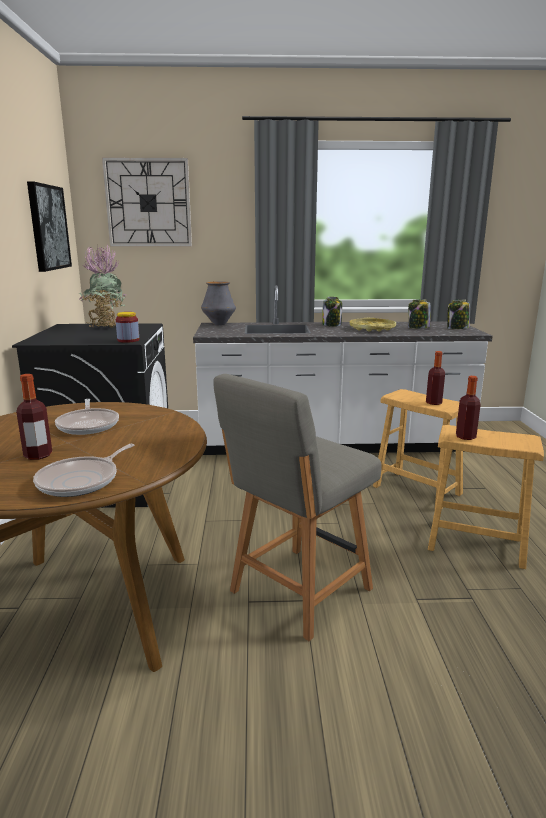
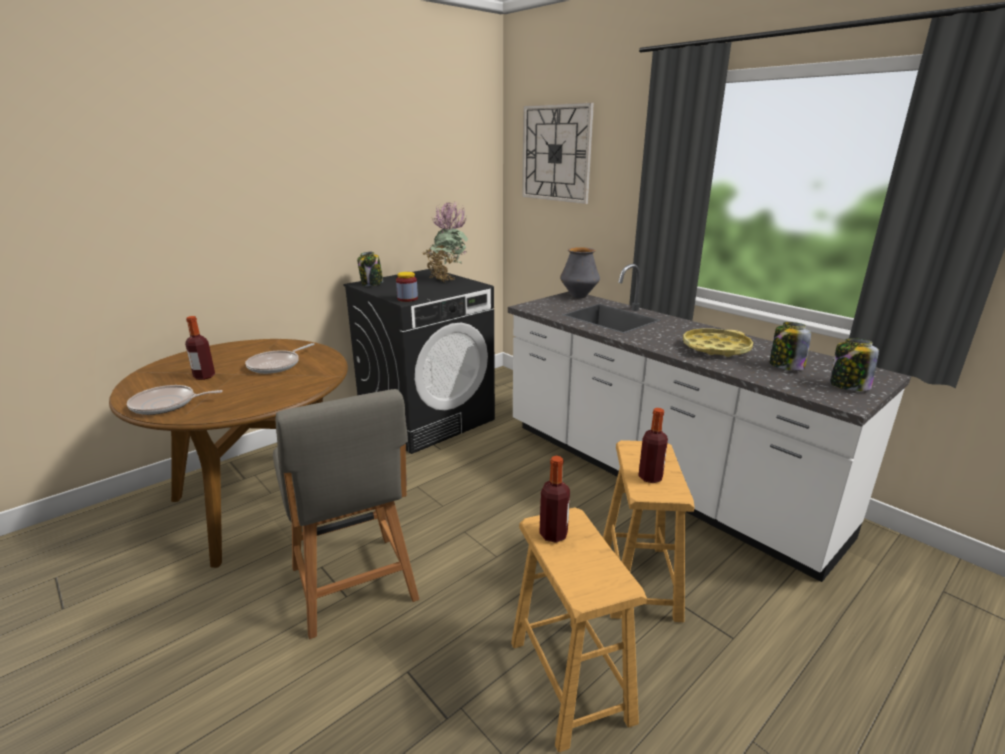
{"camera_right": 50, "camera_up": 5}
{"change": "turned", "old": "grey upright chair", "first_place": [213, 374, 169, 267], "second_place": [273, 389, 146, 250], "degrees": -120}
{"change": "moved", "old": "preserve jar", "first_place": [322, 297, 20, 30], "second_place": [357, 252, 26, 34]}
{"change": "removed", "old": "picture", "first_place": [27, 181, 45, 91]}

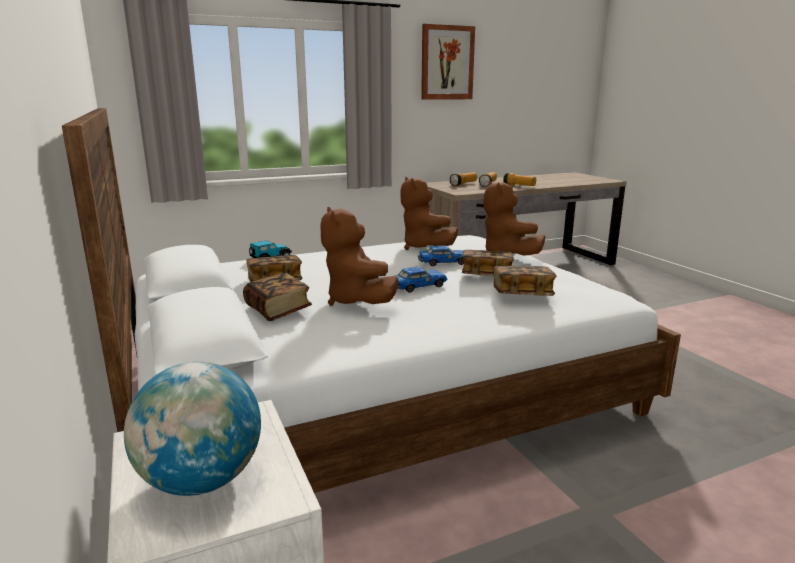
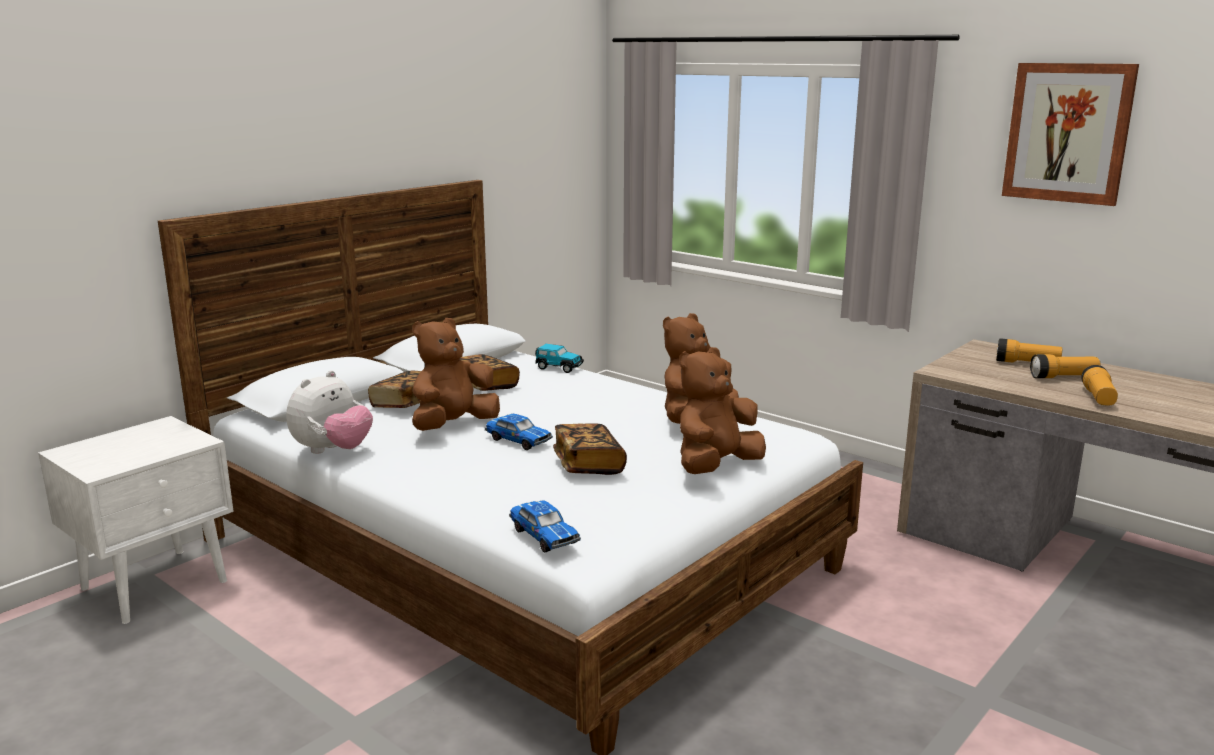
{"camera_right": 65, "camera_up": 0}
{"change": "added", "new": "soft toy", "second_place": [286, 370, 87, 84]}
{"change": "moved", "old": "miniature car", "first_place": [418, 245, 46, 21], "second_place": [509, 500, 72, 52]}
{"change": "removed", "old": "desk globe", "first_place": [124, 362, 137, 134]}
{"change": "removed", "old": "volume", "first_place": [494, 266, 62, 30]}

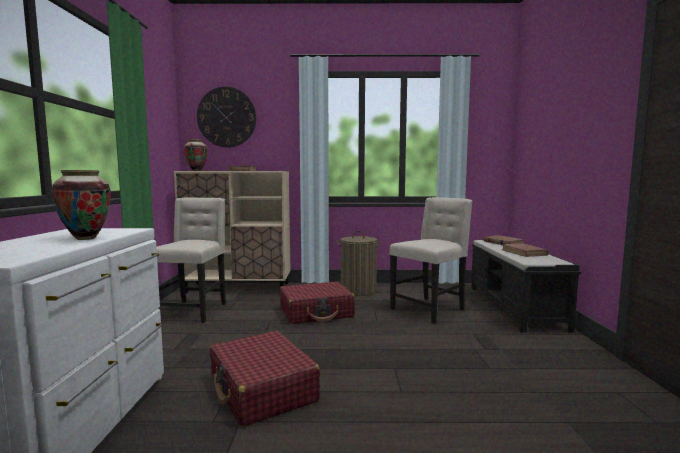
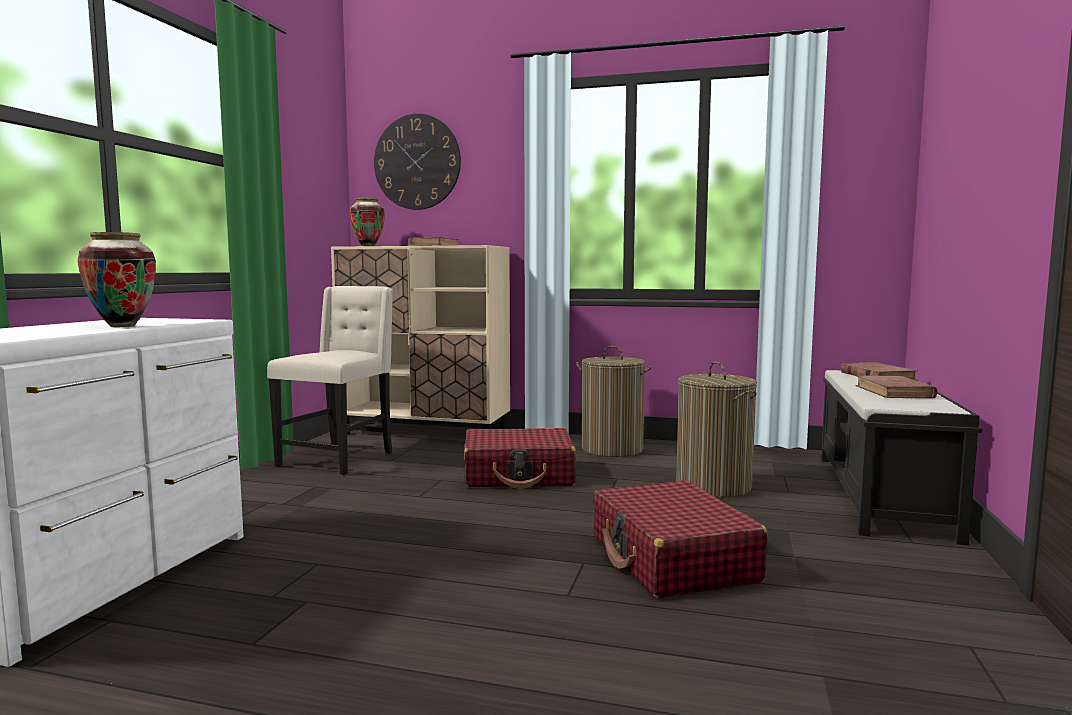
{"camera_right": 15, "camera_up": 0}
{"change": "moved", "old": "red-coloured piece of luggage", "first_place": [210, 330, 110, 97], "second_place": [593, 480, 175, 118]}
{"change": "replaced", "old": "beige-coloured upright chair", "new": "washing basket", "first_place": [389, 197, 83, 127], "second_place": [676, 361, 81, 137]}

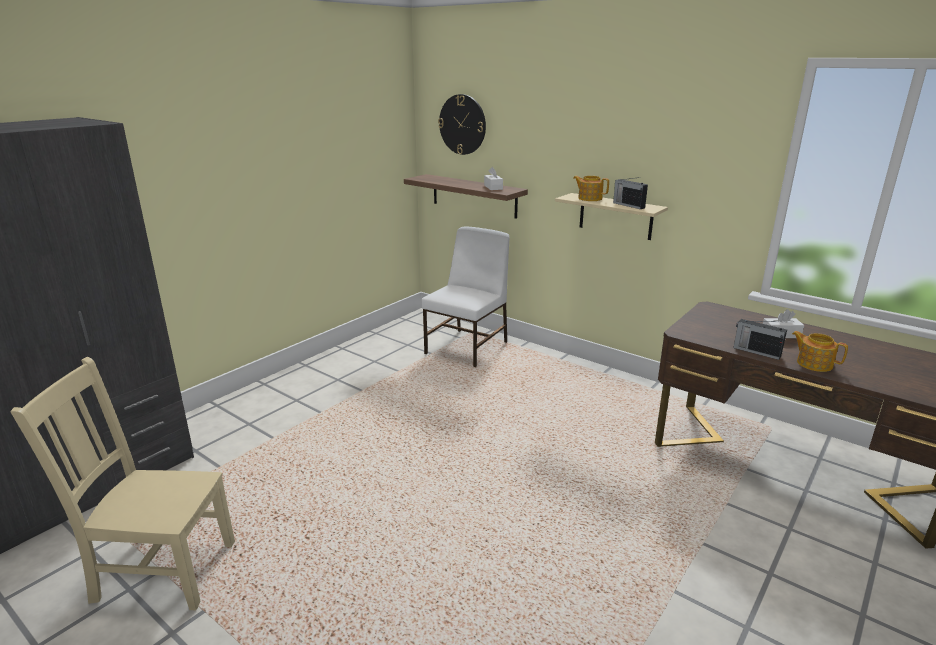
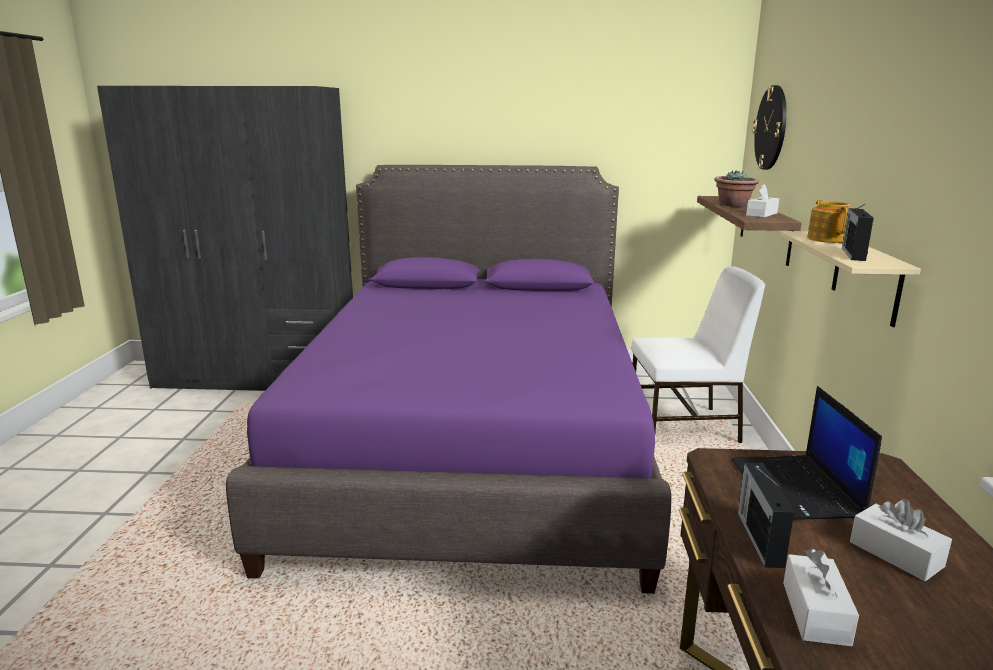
{"camera_right": 55, "camera_up": -5}
{"change": "added", "new": "purple sleeping bed", "second_place": [226, 165, 446, 429]}
{"change": "added", "new": "potted plant", "second_place": [714, 170, 45, 37]}
{"change": "added", "new": "laptop", "second_place": [731, 386, 151, 134]}
{"change": "replaced", "old": "pot for tea", "new": "whitish tissue box", "first_place": [792, 331, 56, 41], "second_place": [783, 549, 76, 97]}
{"change": "removed", "old": "beige-coloured upright chair", "first_place": [10, 357, 225, 254]}

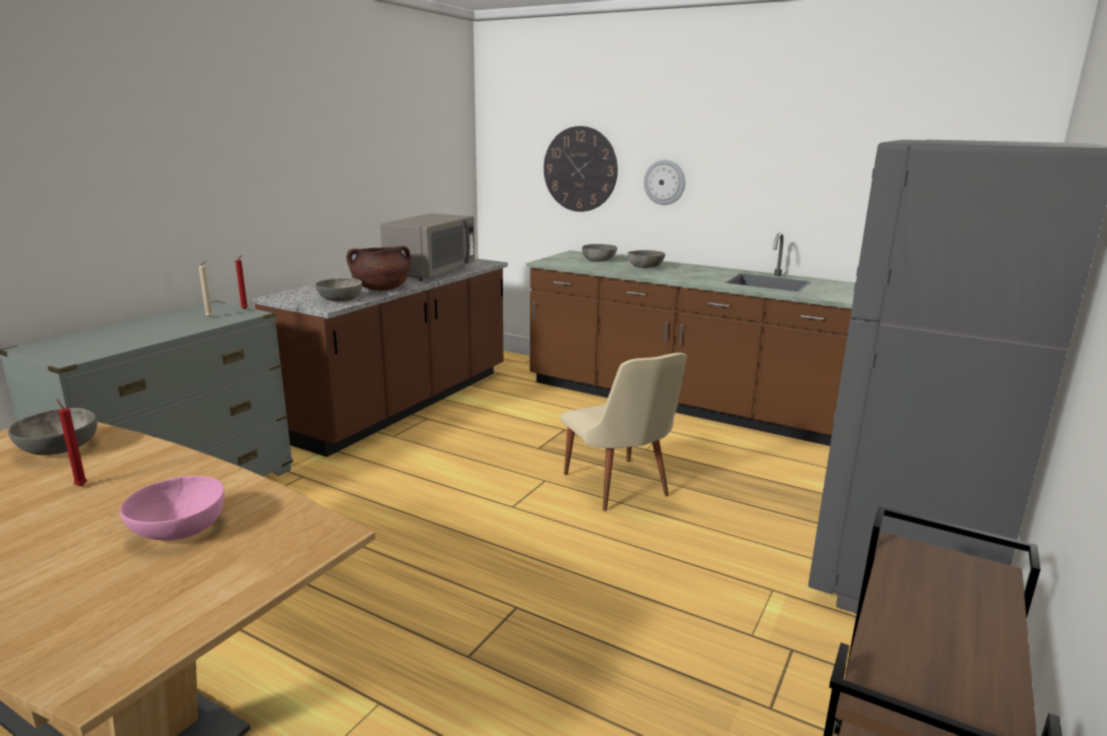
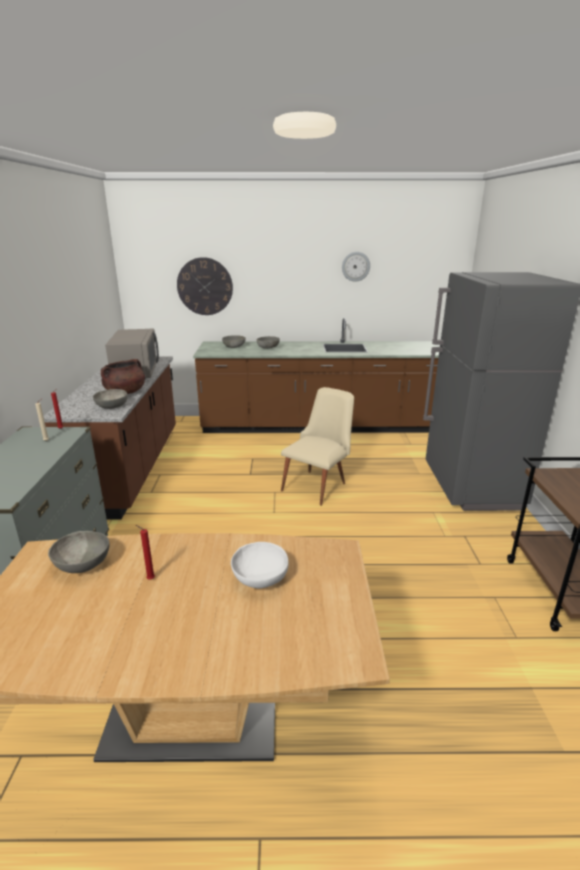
{"camera_right": -30, "camera_up": 5}
{"change": "recoloured", "old": "pink deep dish", "new": "whitish deep dish", "first_place": [120, 476, 105, 64], "second_place": [231, 542, 57, 46]}
{"change": "turned", "old": "beige-coloured upright chair", "first_place": [561, 353, 126, 158], "second_place": [281, 387, 73, 119], "degrees": -90}
{"change": "moved", "old": "clock on the wall", "first_place": [644, 160, 41, 45], "second_place": [342, 252, 28, 30]}

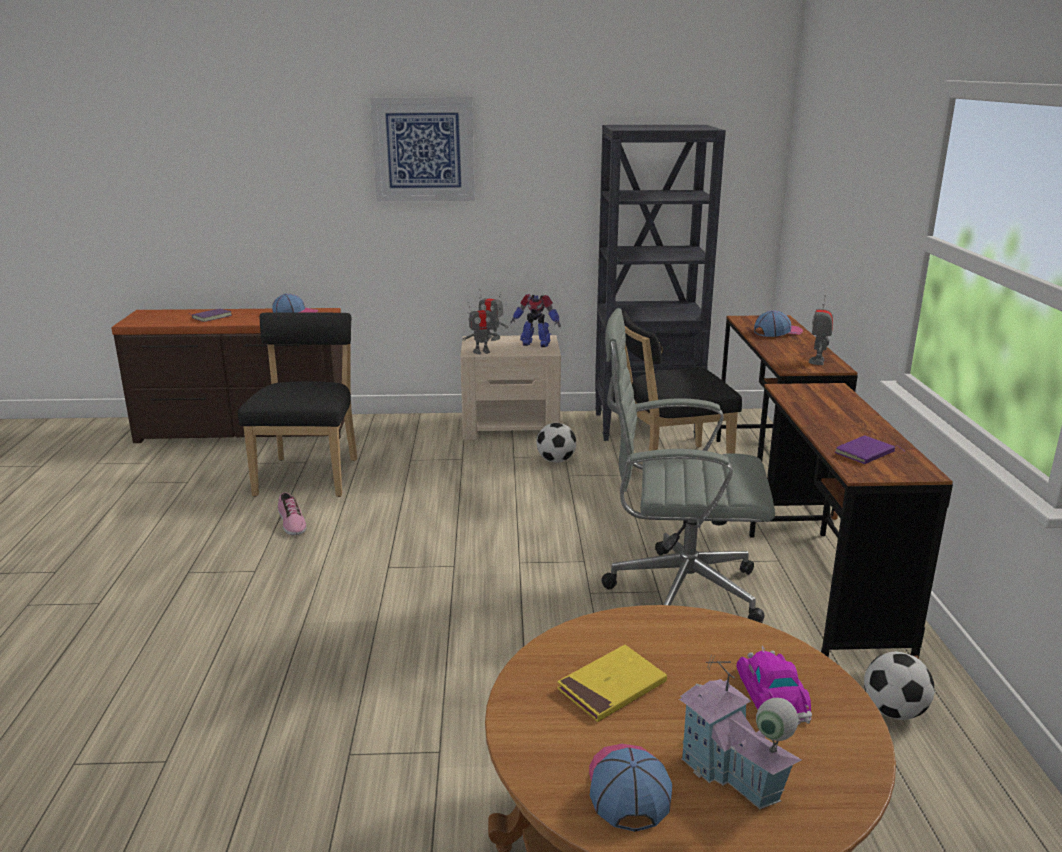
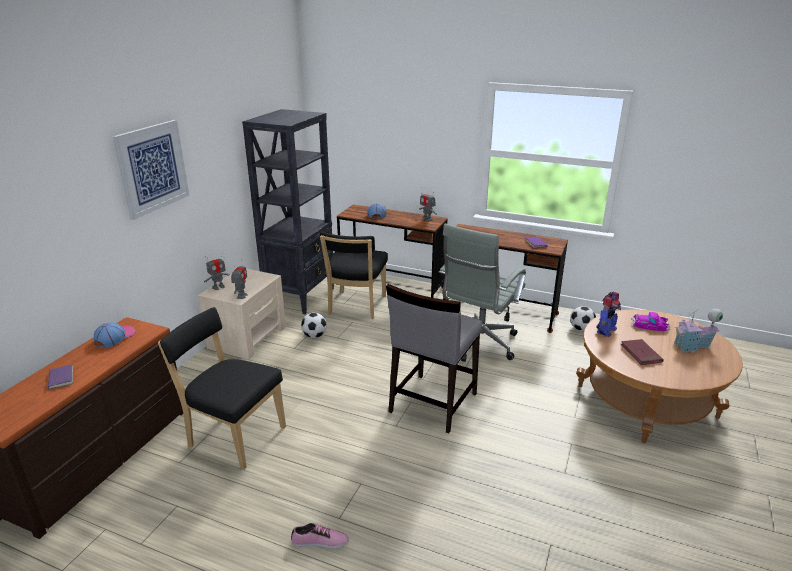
{"camera_right": -65, "camera_up": 5}
{"change": "moved", "old": "item of footwear", "first_place": [278, 492, 28, 43], "second_place": [291, 523, 58, 26]}
{"change": "added", "new": "grey upright chair", "second_place": [386, 284, 96, 149]}
{"change": "moved", "old": "toy robot", "first_place": [510, 294, 51, 53], "second_place": [596, 292, 25, 45]}
{"change": "recoloured", "old": "yellow-coloured volume", "new": "red-coloured volume", "first_place": [557, 645, 110, 77], "second_place": [621, 339, 43, 26]}
{"change": "removed", "old": "cap", "first_place": [589, 744, 83, 88]}

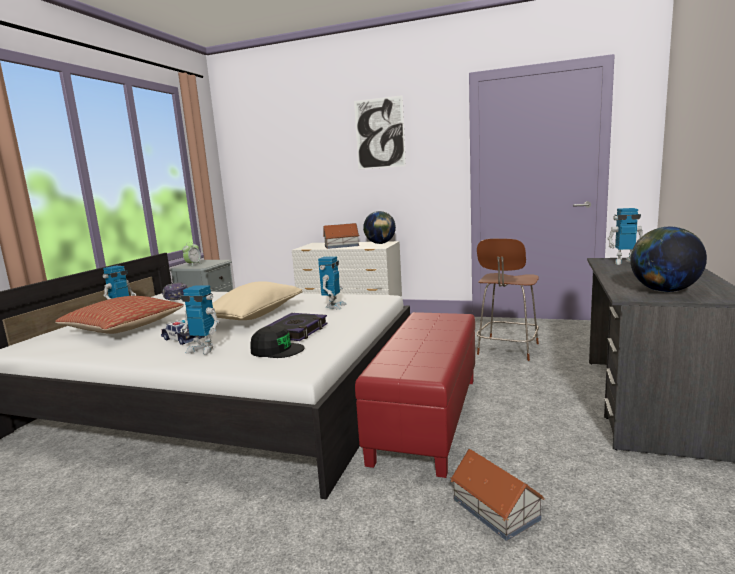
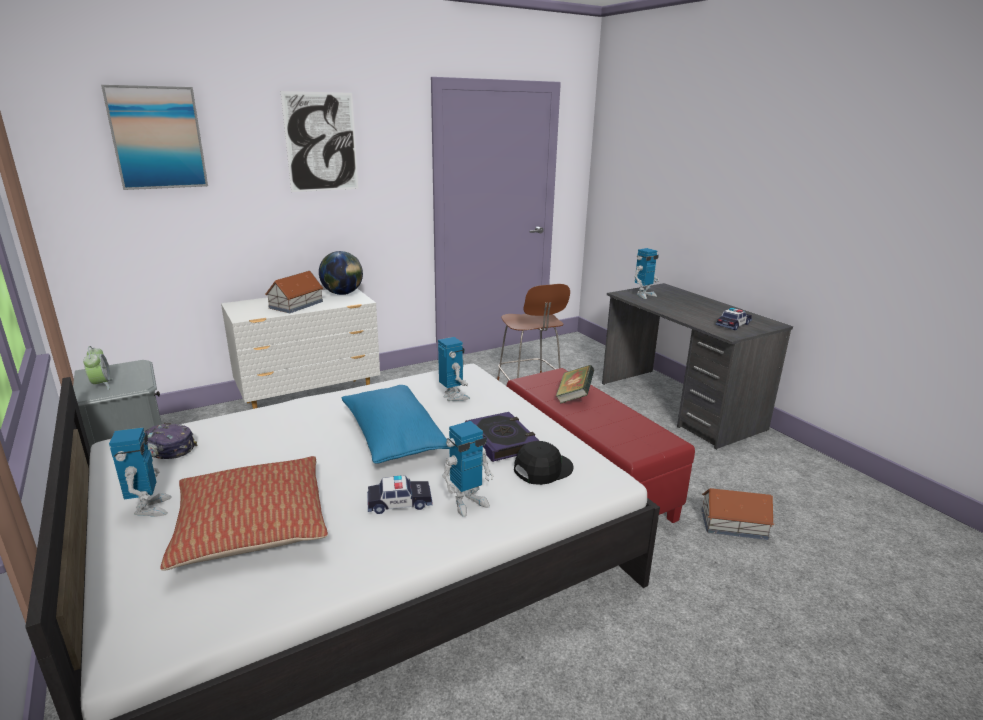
{"camera_right": -50, "camera_up": 10}
{"change": "added", "new": "picture", "second_place": [101, 85, 107, 105]}
{"change": "recoloured", "old": "beige-coloured pillow", "new": "blue-coloured pillow", "first_place": [212, 281, 91, 39], "second_place": [341, 385, 109, 79]}
{"change": "added", "new": "volume", "second_place": [556, 365, 38, 39]}
{"change": "replaced", "old": "desk globe", "new": "miniature car", "first_place": [631, 226, 76, 66], "second_place": [716, 308, 36, 22]}

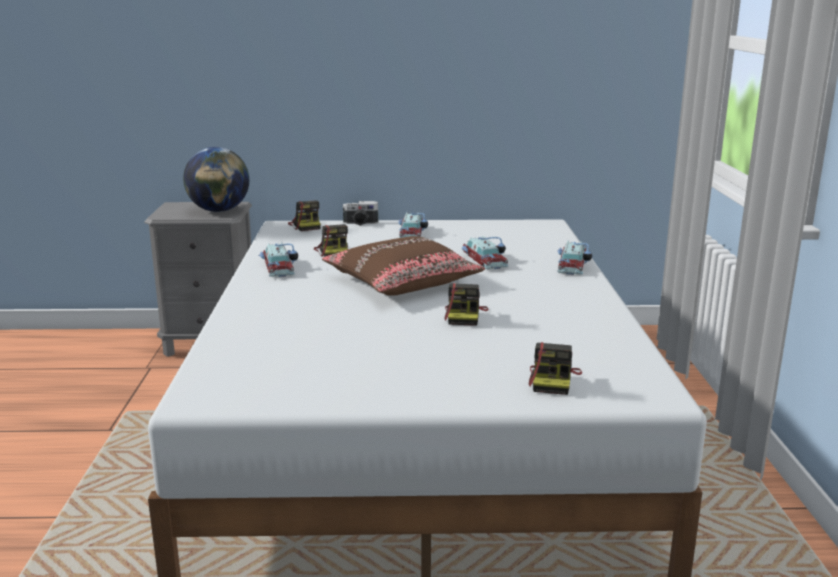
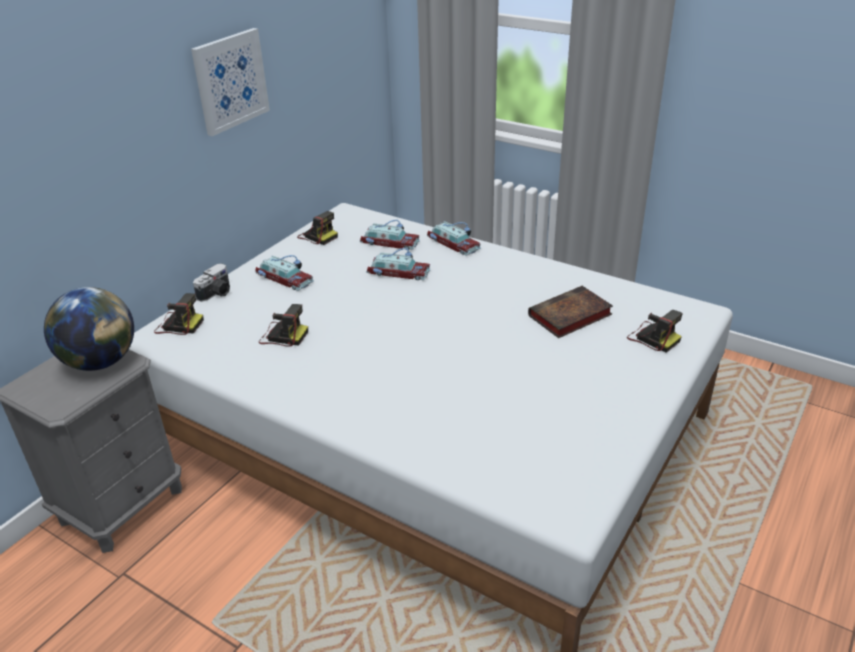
{"camera_right": -55, "camera_up": 15}
{"change": "added", "new": "picture", "second_place": [191, 28, 79, 108]}
{"change": "moved", "old": "photo camera", "first_place": [444, 283, 45, 43], "second_place": [297, 211, 41, 34]}
{"change": "moved", "old": "miniature car", "first_place": [259, 242, 39, 35], "second_place": [360, 220, 60, 30]}
{"change": "added", "new": "volume", "second_place": [528, 286, 85, 52]}
{"change": "removed", "old": "brown pillow", "first_place": [322, 236, 163, 60]}

